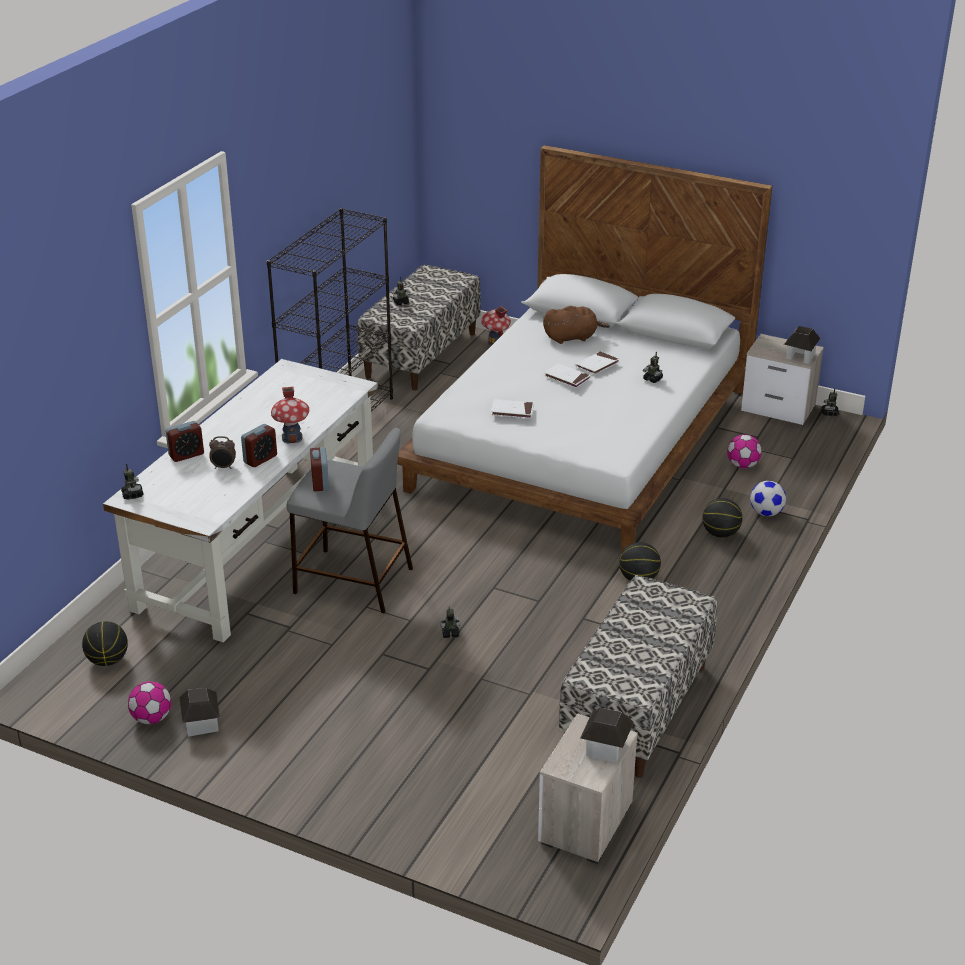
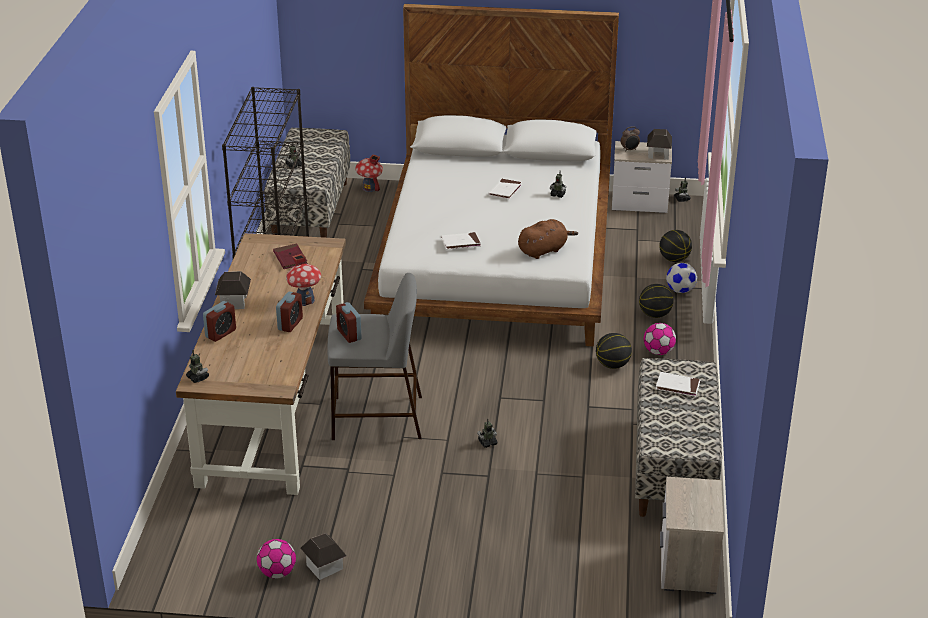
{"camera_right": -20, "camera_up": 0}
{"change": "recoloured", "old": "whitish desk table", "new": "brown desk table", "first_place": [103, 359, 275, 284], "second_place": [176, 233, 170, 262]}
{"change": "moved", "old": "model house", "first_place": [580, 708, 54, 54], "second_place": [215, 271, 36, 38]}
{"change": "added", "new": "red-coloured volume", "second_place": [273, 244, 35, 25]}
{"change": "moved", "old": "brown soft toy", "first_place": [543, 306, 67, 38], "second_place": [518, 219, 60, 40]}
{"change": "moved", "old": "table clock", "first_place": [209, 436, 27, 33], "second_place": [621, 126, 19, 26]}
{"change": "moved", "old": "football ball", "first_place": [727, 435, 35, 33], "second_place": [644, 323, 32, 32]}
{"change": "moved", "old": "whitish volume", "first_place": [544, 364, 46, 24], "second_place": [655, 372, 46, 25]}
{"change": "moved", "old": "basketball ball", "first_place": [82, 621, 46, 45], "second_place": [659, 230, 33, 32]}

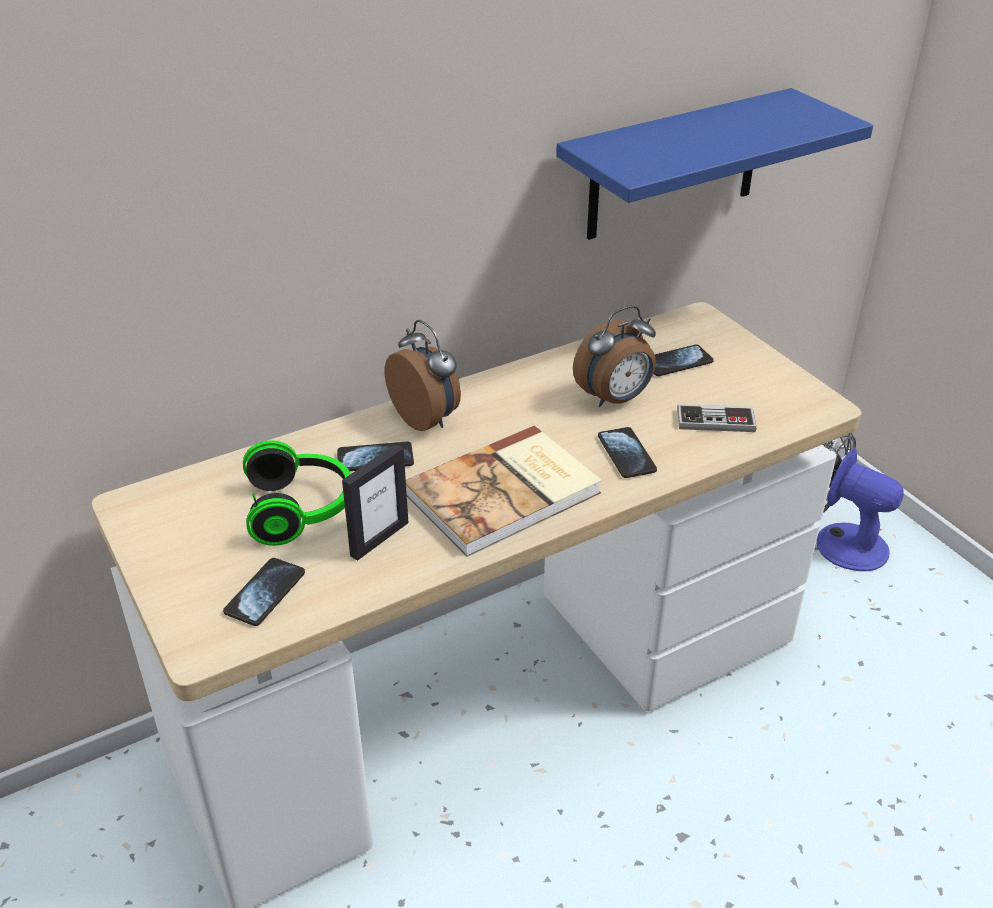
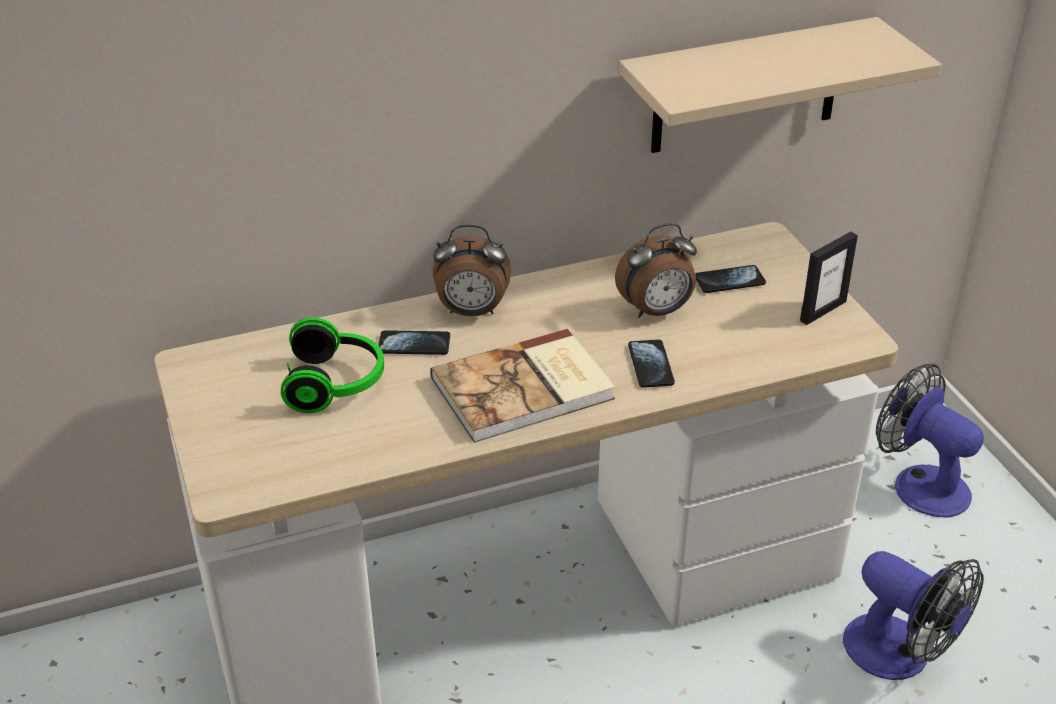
{"camera_right": 10, "camera_up": 0}
{"change": "turned", "old": "table clock", "first_place": [385, 320, 76, 111], "second_place": [433, 225, 78, 91], "degrees": 120}
{"change": "recoloured", "old": "blue-coloured bracket shelf", "new": "beige-coloured bracket shelf", "first_place": [556, 88, 317, 152], "second_place": [619, 17, 323, 136]}
{"change": "moved", "old": "standing frame", "first_place": [342, 444, 67, 117], "second_place": [800, 232, 58, 93]}
{"change": "added", "new": "cooling fan", "second_place": [843, 551, 141, 129]}
{"change": "removed", "old": "handset", "first_place": [223, 558, 82, 68]}
{"change": "removed", "old": "game controller", "first_place": [677, 404, 80, 28]}

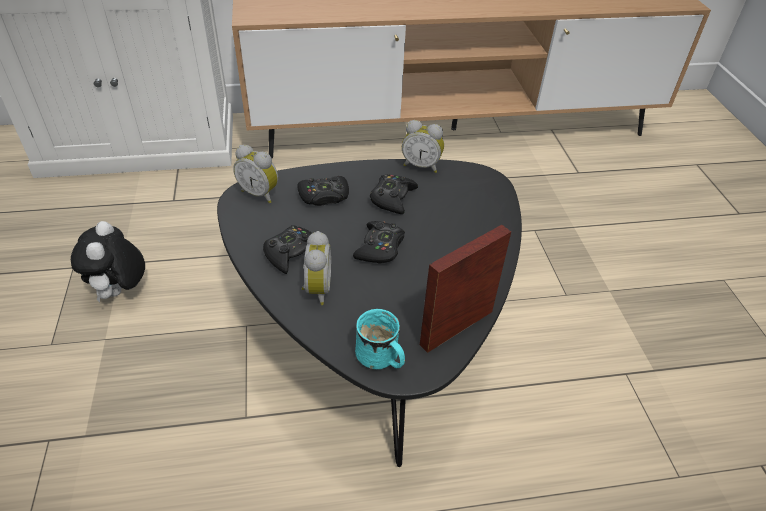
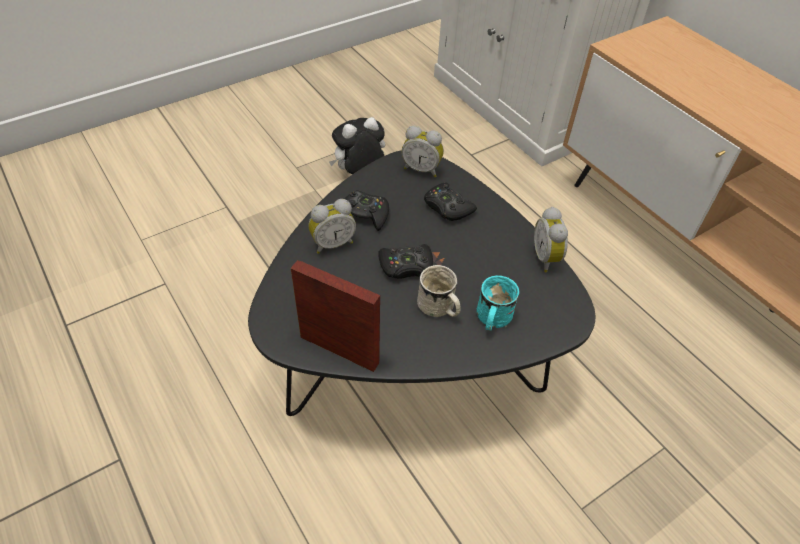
{"camera_right": 65, "camera_up": 5}
{"change": "turned", "old": "table clock", "first_place": [233, 145, 45, 58], "second_place": [401, 126, 43, 51], "degrees": -75}
{"change": "added", "new": "whitish tea mug", "second_place": [417, 265, 44, 52]}
{"change": "moved", "old": "blue-green tea mug", "first_place": [355, 309, 50, 60], "second_place": [477, 275, 43, 56]}
{"change": "removed", "old": "blackish game controller", "first_place": [370, 174, 48, 40]}

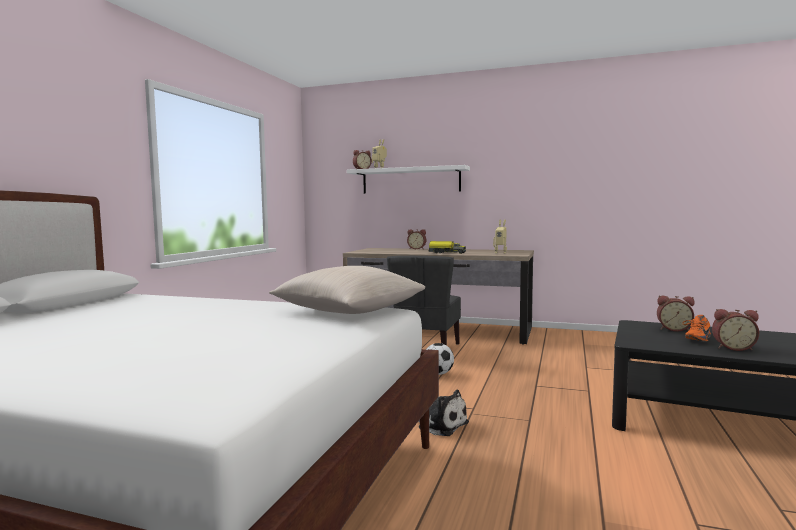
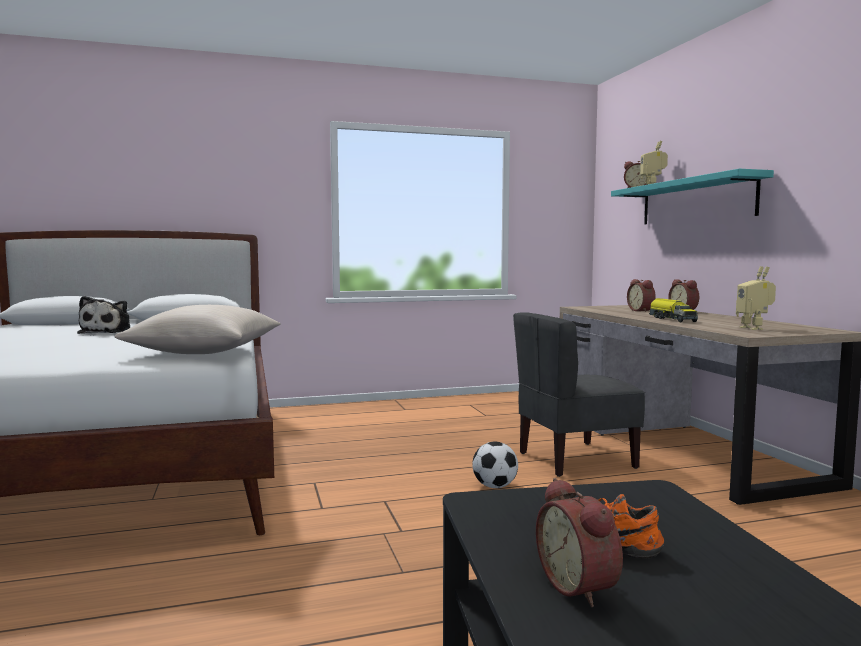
{"camera_right": 55, "camera_up": 0}
{"change": "moved", "old": "soft toy", "first_place": [418, 390, 51, 46], "second_place": [77, 296, 53, 38]}
{"change": "recoloured", "old": "whitish bracket shelf", "new": "blue-green bracket shelf", "first_place": [347, 165, 123, 29], "second_place": [611, 169, 163, 55]}
{"change": "moved", "old": "table clock", "first_place": [657, 295, 38, 37], "second_place": [627, 279, 29, 33]}

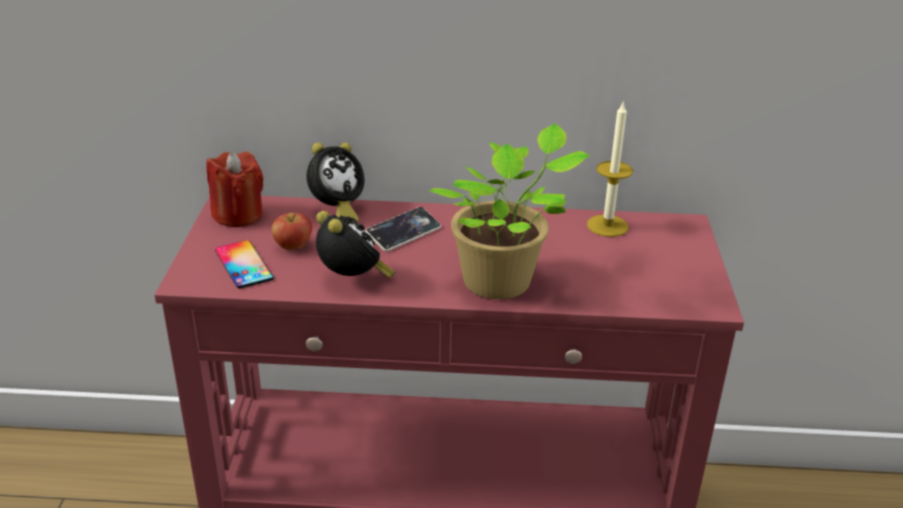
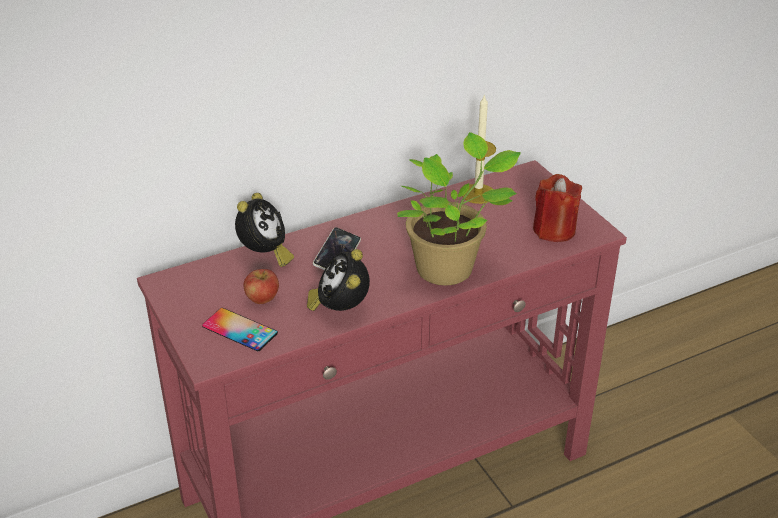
{"camera_right": -30, "camera_up": 5}
{"change": "turned", "old": "table clock", "first_place": [316, 211, 79, 67], "second_place": [307, 249, 63, 62], "degrees": -120}
{"change": "moved", "old": "red-coloured wax candle", "first_place": [206, 151, 58, 76], "second_place": [533, 174, 49, 68]}

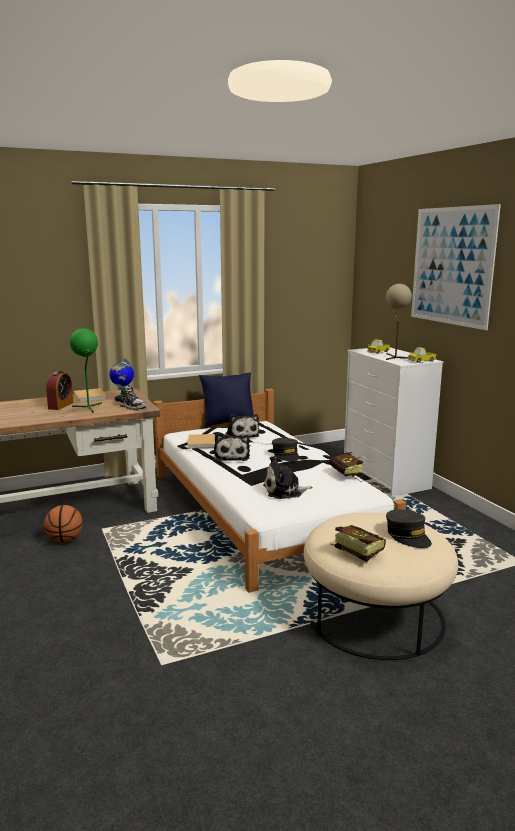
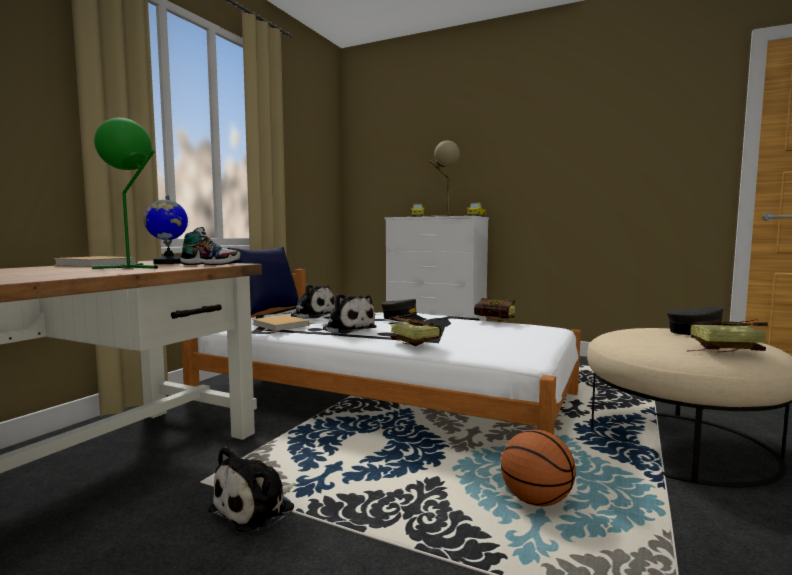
{"camera_right": -40, "camera_up": -10}
{"change": "moved", "old": "soft toy", "first_place": [263, 456, 49, 43], "second_place": [208, 446, 88, 87]}
{"change": "added", "new": "volume", "second_place": [390, 315, 51, 31]}
{"change": "moved", "old": "basketball ball", "first_place": [44, 505, 39, 37], "second_place": [501, 430, 75, 77]}
{"change": "removed", "old": "table clock", "first_place": [46, 371, 27, 39]}
{"change": "removed", "old": "picture", "first_place": [411, 204, 90, 126]}

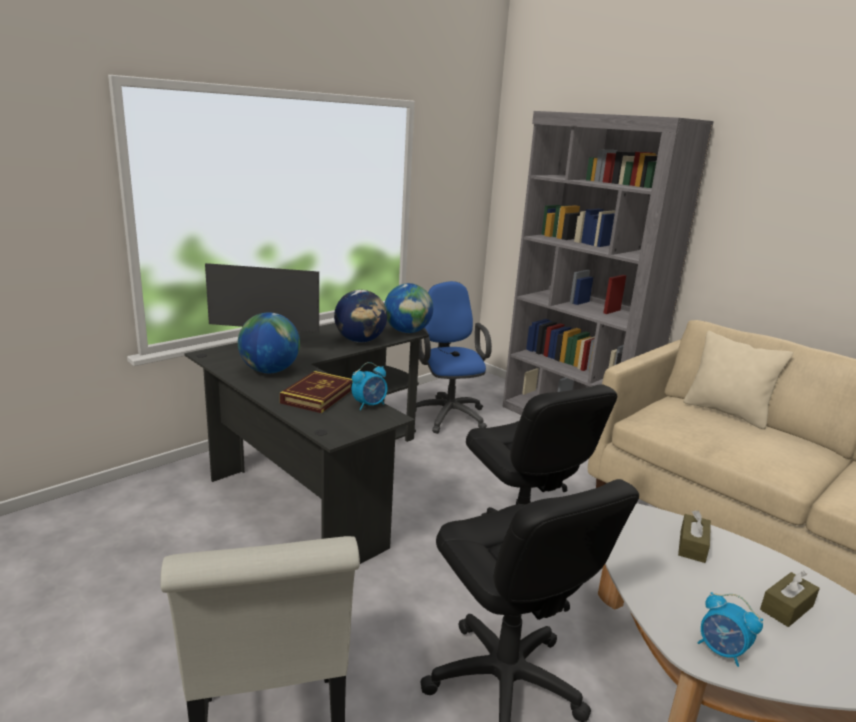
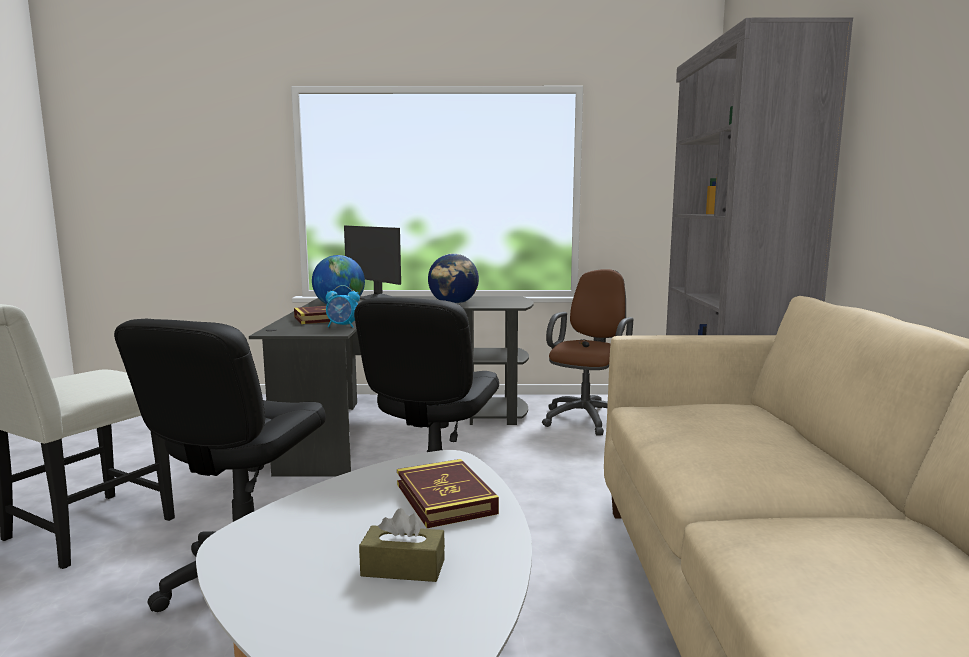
{"camera_right": 45, "camera_up": -10}
{"change": "replaced", "old": "brown tissue box", "new": "volume", "first_place": [678, 510, 33, 53], "second_place": [397, 459, 102, 69]}
{"change": "recoloured", "old": "blue-coloured desk chair", "new": "brown desk chair", "first_place": [416, 281, 76, 153], "second_place": [542, 269, 91, 167]}
{"change": "removed", "old": "desk globe", "first_place": [384, 283, 49, 50]}
{"change": "removed", "old": "beige-coloured pillow", "first_place": [683, 331, 110, 98]}
{"change": "removed", "old": "table clock", "first_place": [697, 592, 66, 75]}

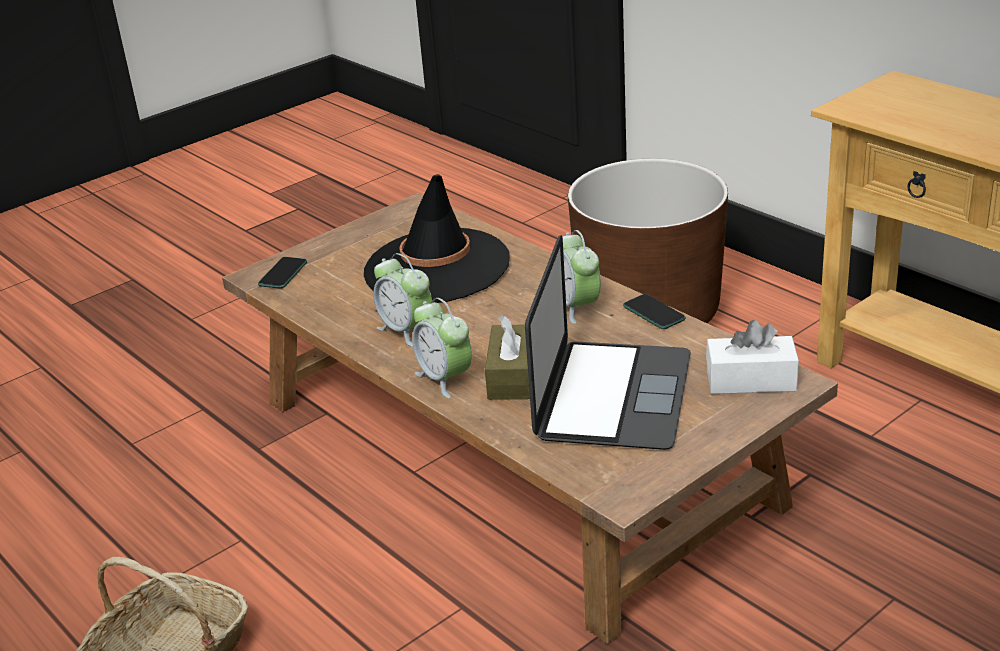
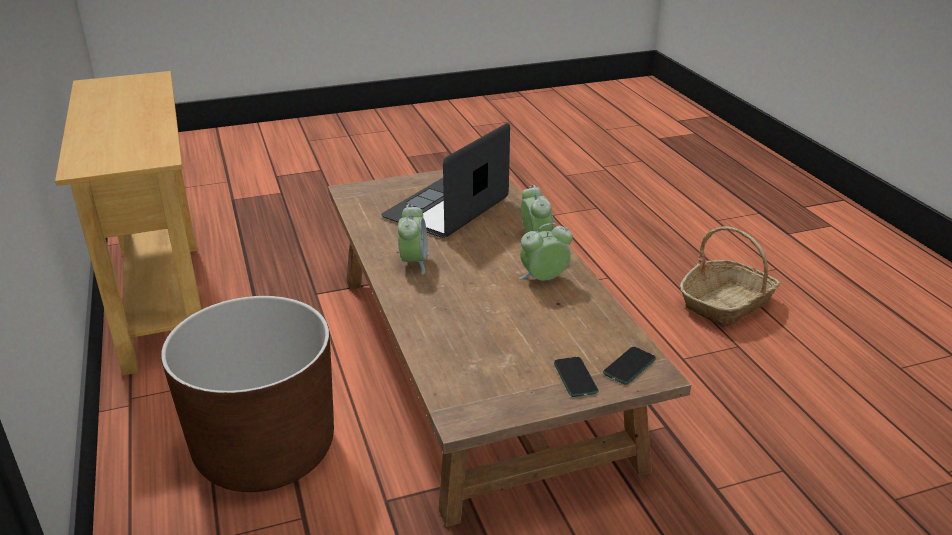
{"camera_right": -160, "camera_up": 0}
{"change": "turned", "old": "table clock", "first_place": [373, 253, 59, 94], "second_place": [519, 223, 54, 58], "degrees": -90}
{"change": "moved", "old": "handset", "first_place": [623, 294, 63, 35], "second_place": [554, 357, 44, 40]}
{"change": "removed", "old": "blackish wearable hat", "first_place": [364, 174, 146, 129]}
{"change": "removed", "old": "brown tissue box", "first_place": [485, 315, 45, 85]}
{"change": "removed", "old": "whitish tissue box", "first_place": [706, 320, 93, 74]}

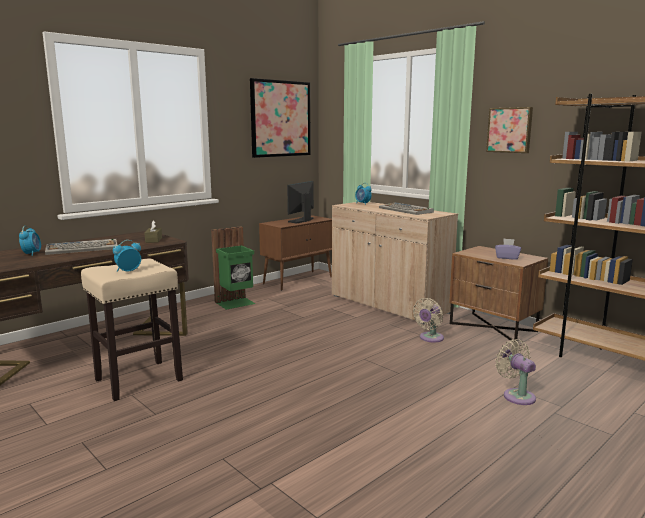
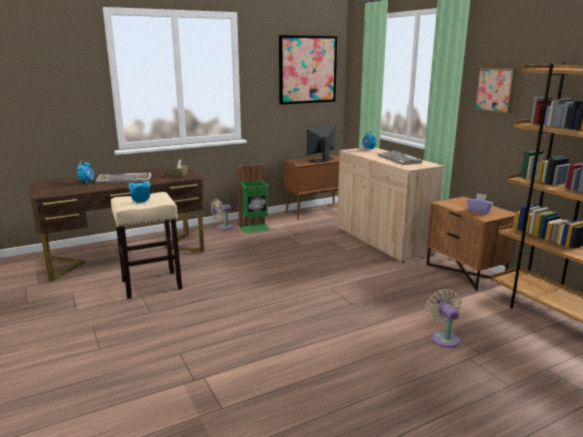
{"camera_right": 15, "camera_up": 5}
{"change": "moved", "old": "beige-coloured cooling fan", "first_place": [413, 298, 31, 44], "second_place": [211, 199, 23, 31]}

